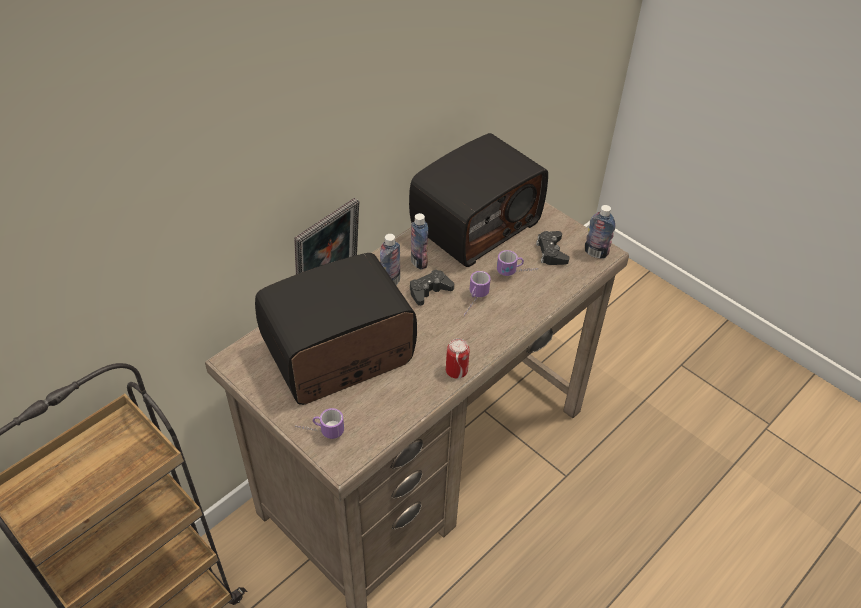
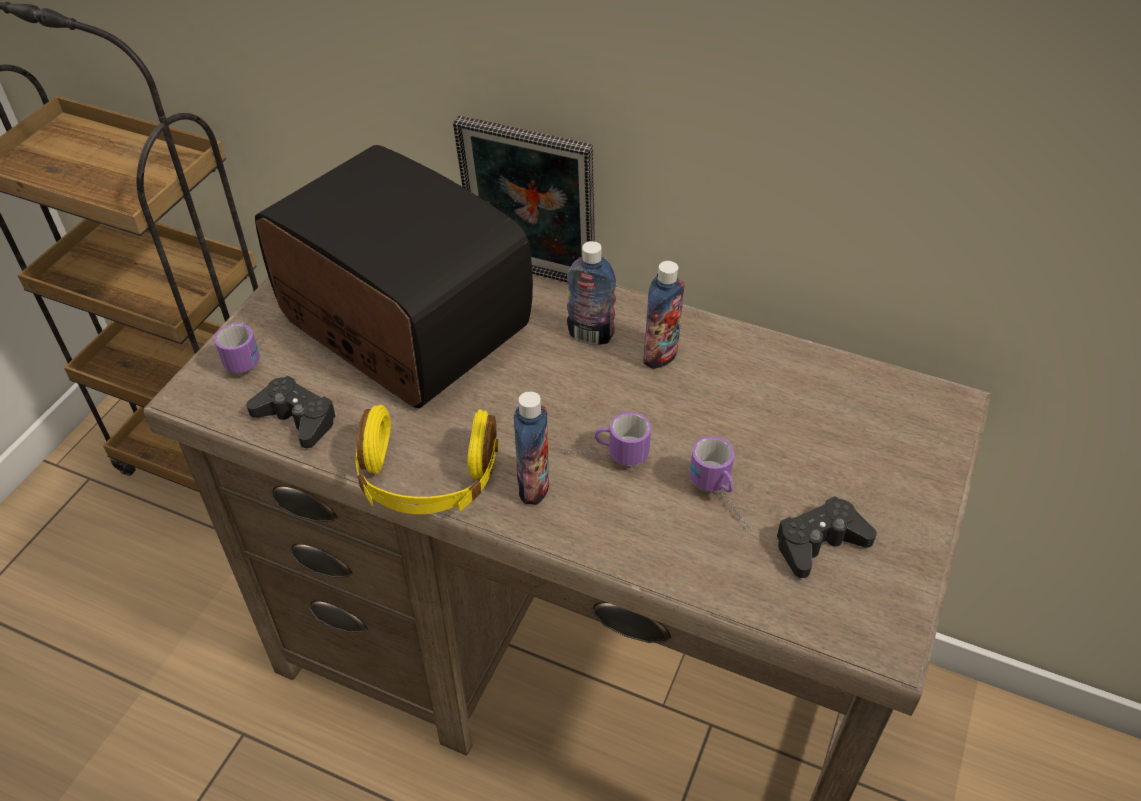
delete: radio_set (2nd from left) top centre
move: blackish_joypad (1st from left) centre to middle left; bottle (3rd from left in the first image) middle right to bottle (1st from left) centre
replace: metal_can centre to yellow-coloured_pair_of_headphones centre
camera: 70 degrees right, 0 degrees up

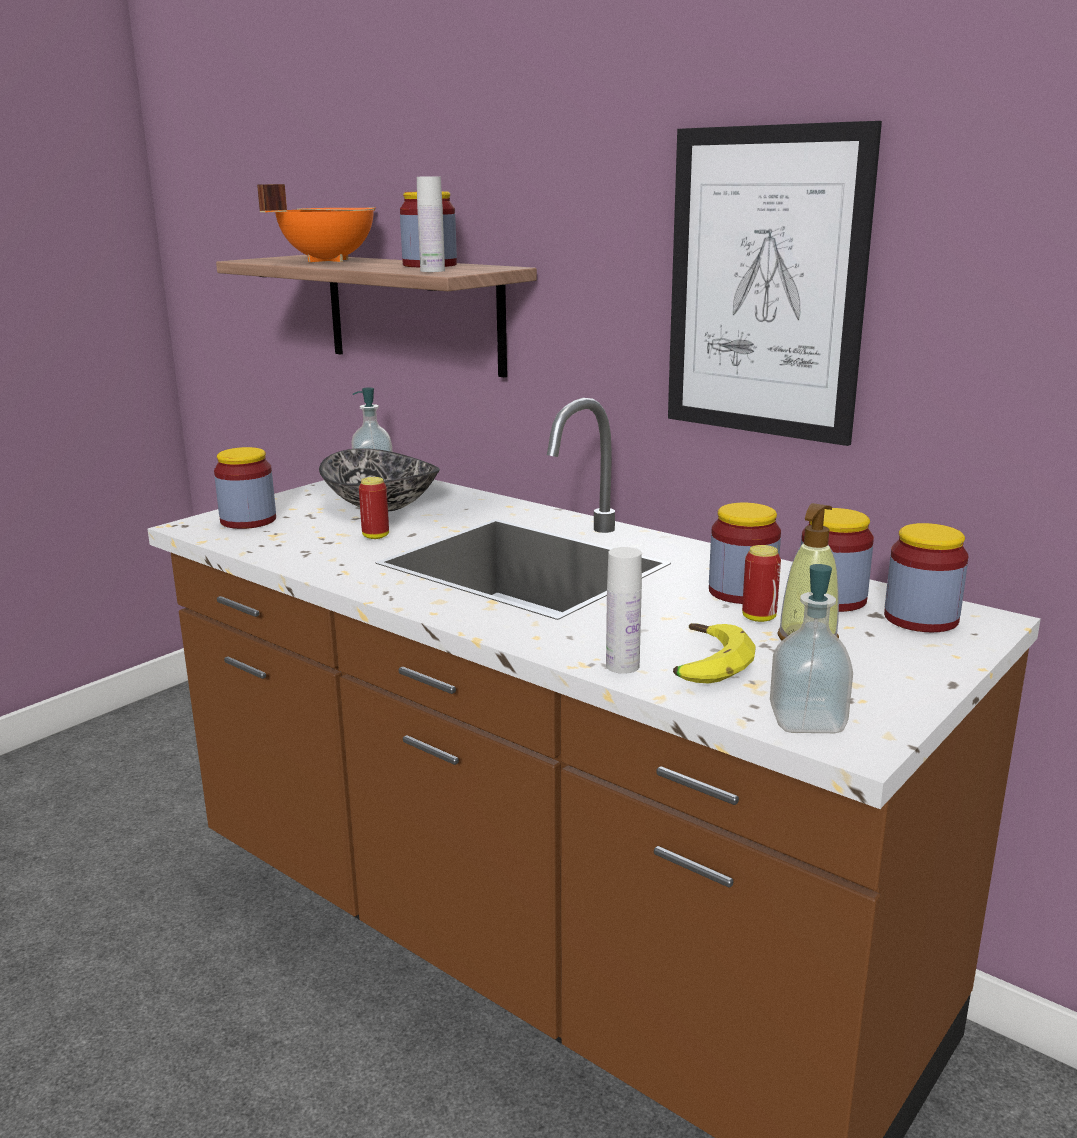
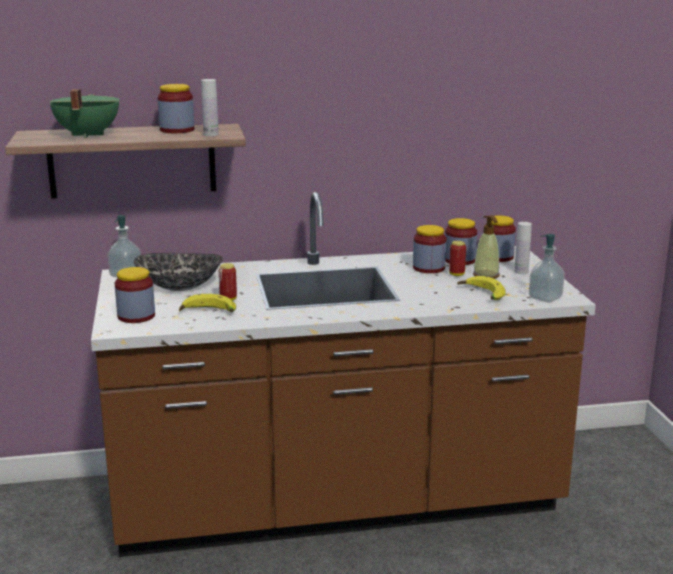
delete: picture top right
insert: banana (1st from left) middle left
move: whitish_bottle (2nd from left) centre to middle right
recolor: orange_saucepot top left to green-coloured_saucepot top left
camera: 50 degrees left, 0 degrees up

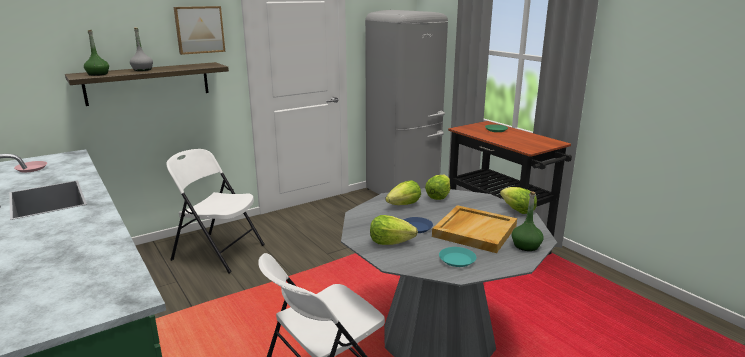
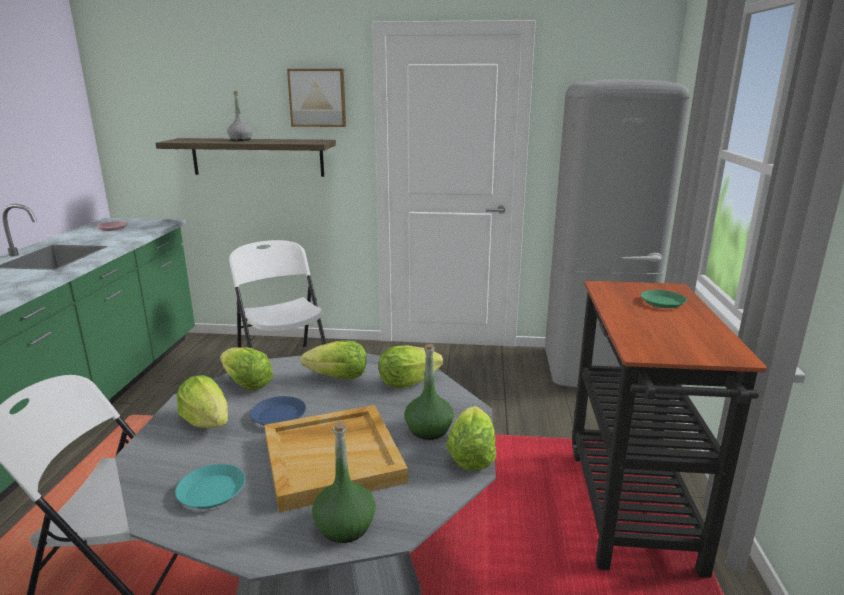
insert: head_of_lettuce (2nd from left) middle left
move: green-coloured_bottle (1st from left in the first image) top left to green-coloured_bottle (2nd from left) centre
camera: 40 degrees right, 0 degrees up

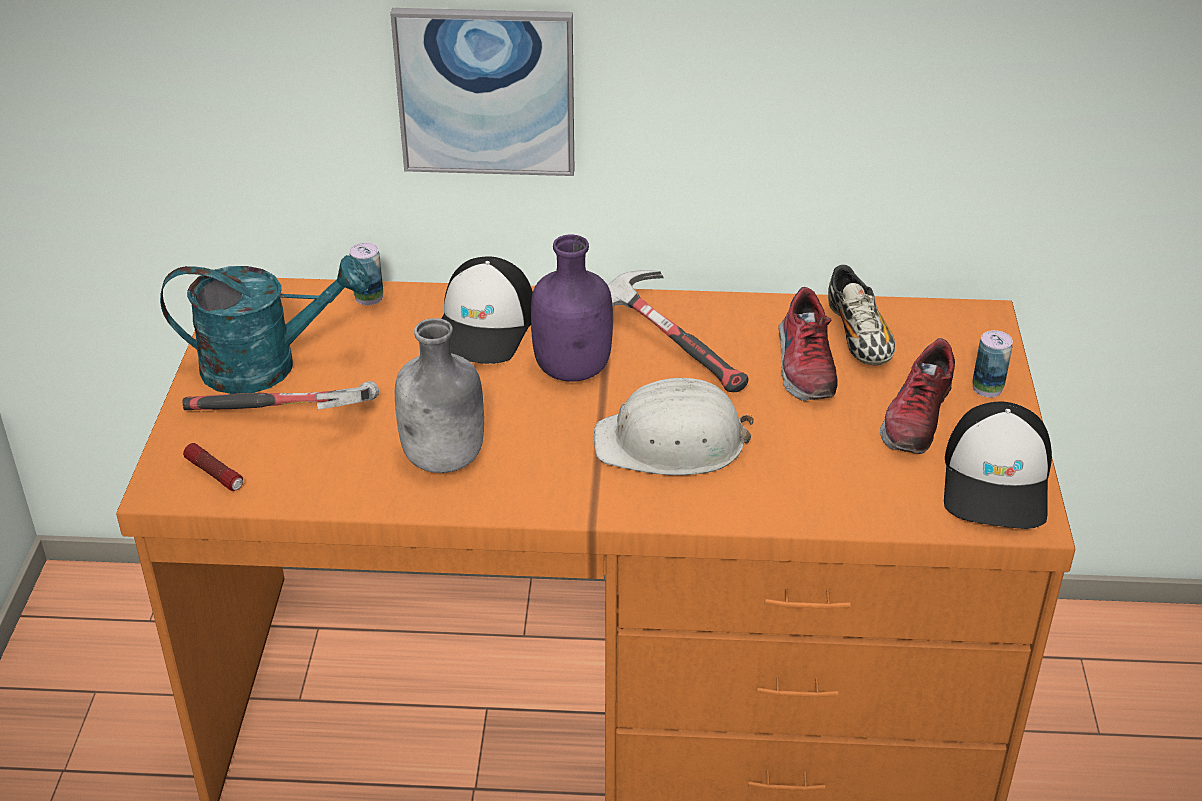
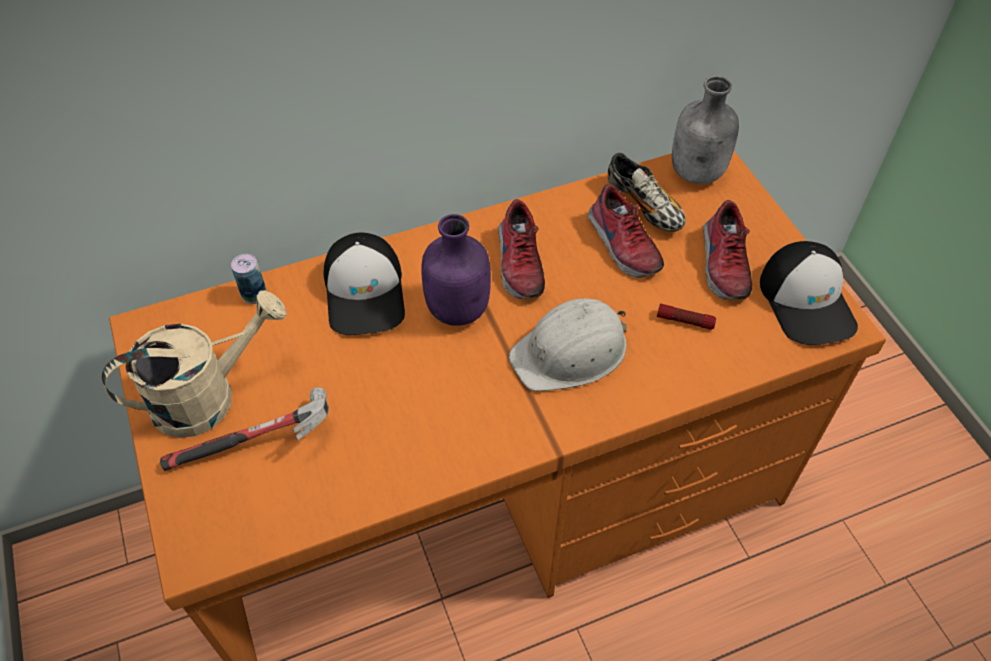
delete: picture top centre; metal_can (2nd from left) middle right
move: torch middle left to middle right; greyish_bottle centre to top right
replace: hand_hammer (2nd from left) centre to shoe (1st from left) centre
recolor: blue-green_sprinkling_can middle left to sand-coloured_sprinkling_can middle left
camera: 25 degrees left, 15 degrees up

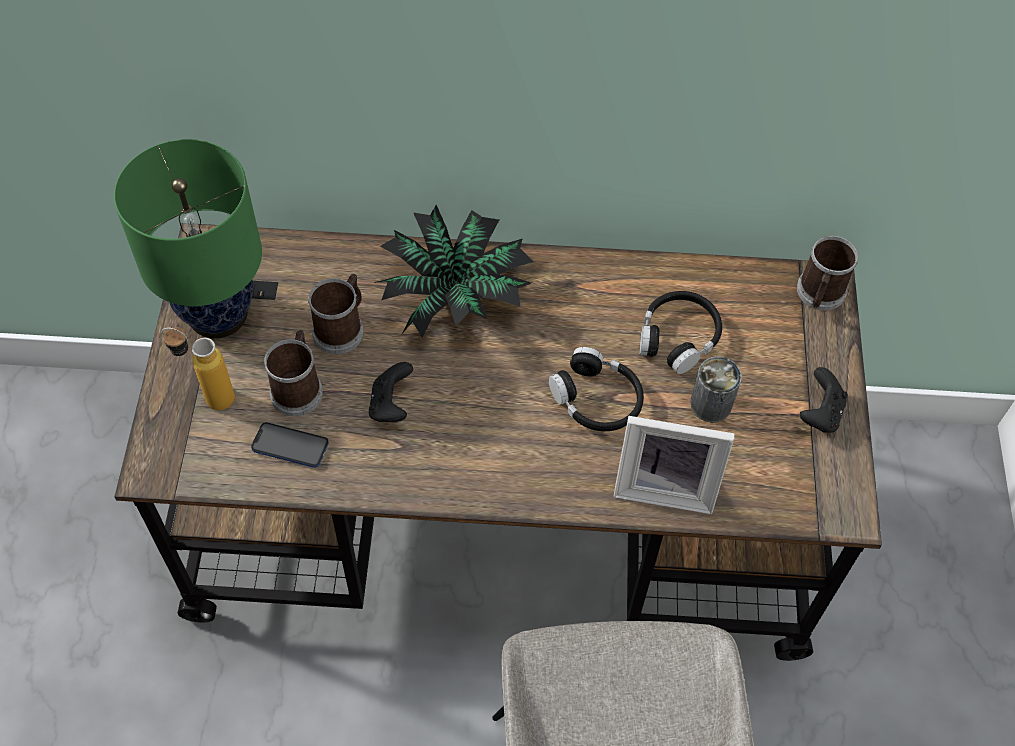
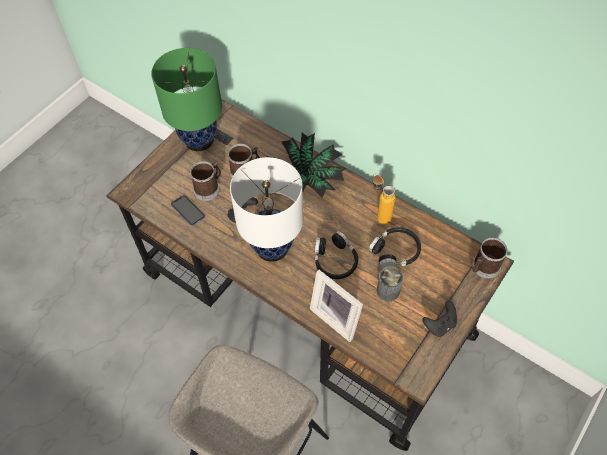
insert: whitish_lamp_for_a_table centre
move: bottle middle left to centre
camera: 35 degrees right, 0 degrees up

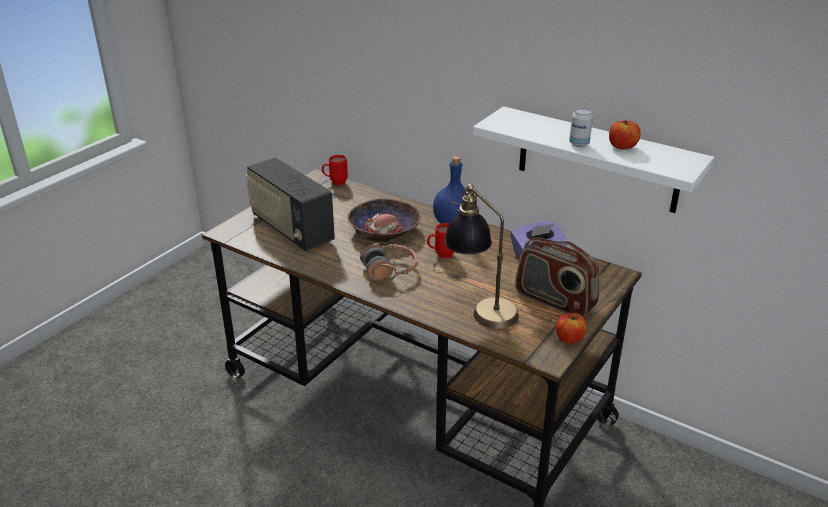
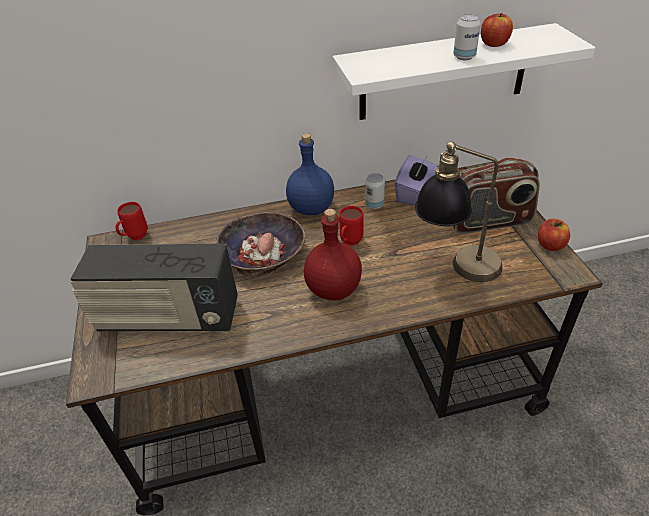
insert: metal_can (1st from left) centre
replace: pair_of_headphones centre to red-coloured_bottle centre
camera: 45 degrees left, 10 degrees up

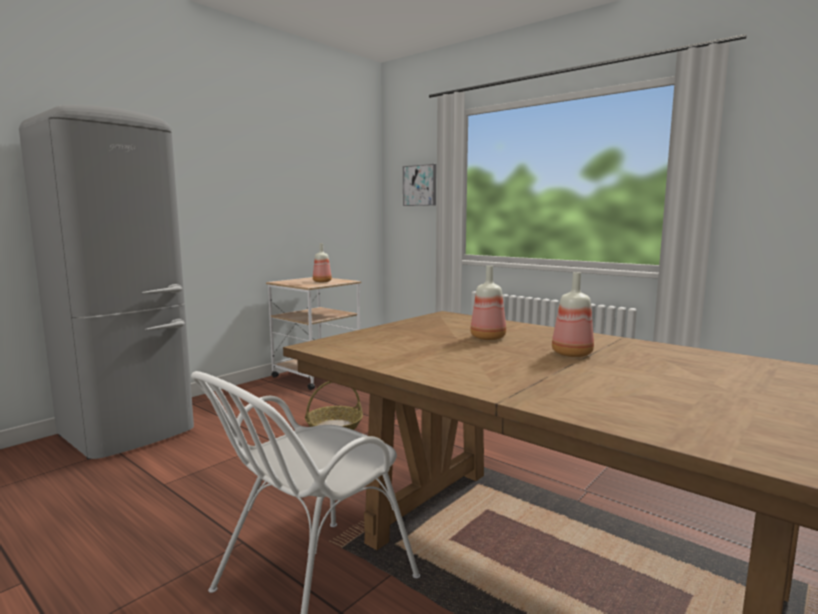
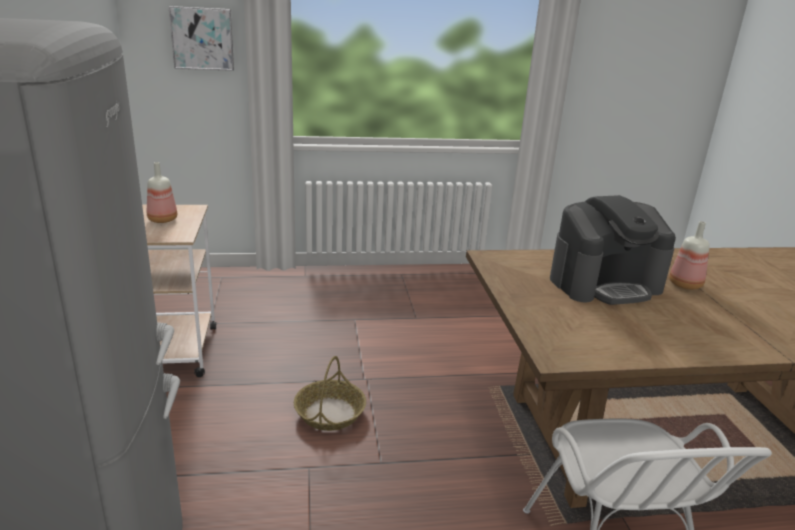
replace: bottle (2nd from left) centre to coffee_brewer middle right
camera: 50 degrees left, 15 degrees up

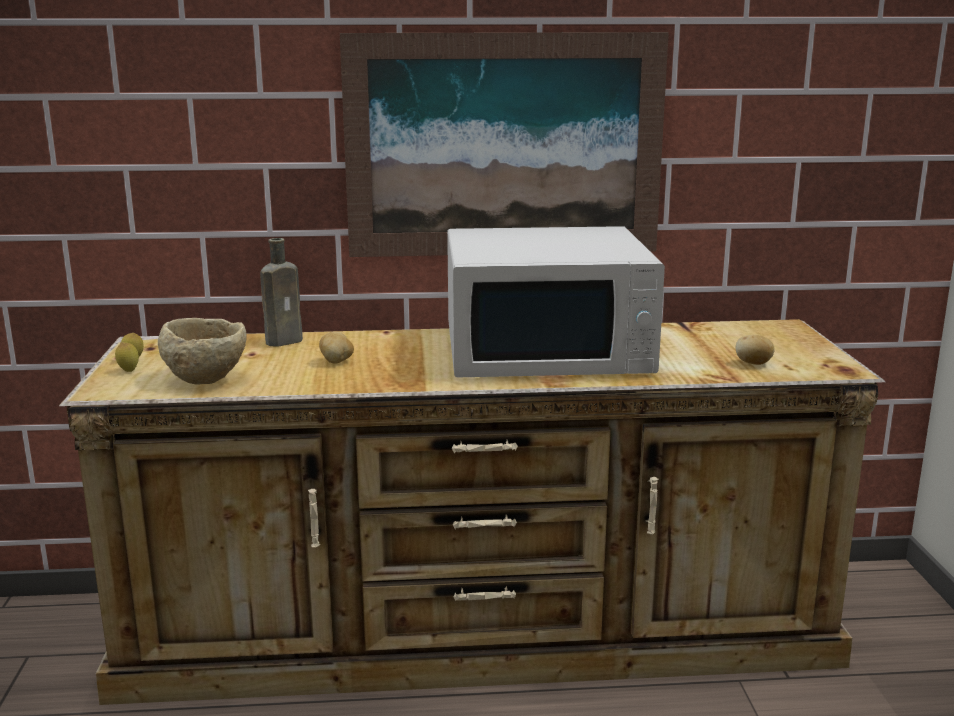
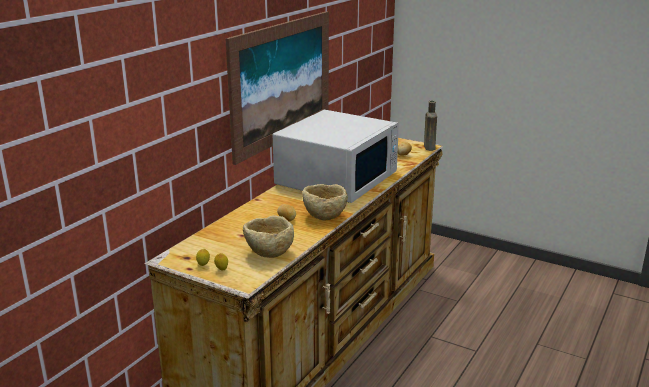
insert: sand-coloured_bowl (2nd from left) centre
move: brown_bottle middle left to top centre
camera: 55 degrees left, 5 degrees up

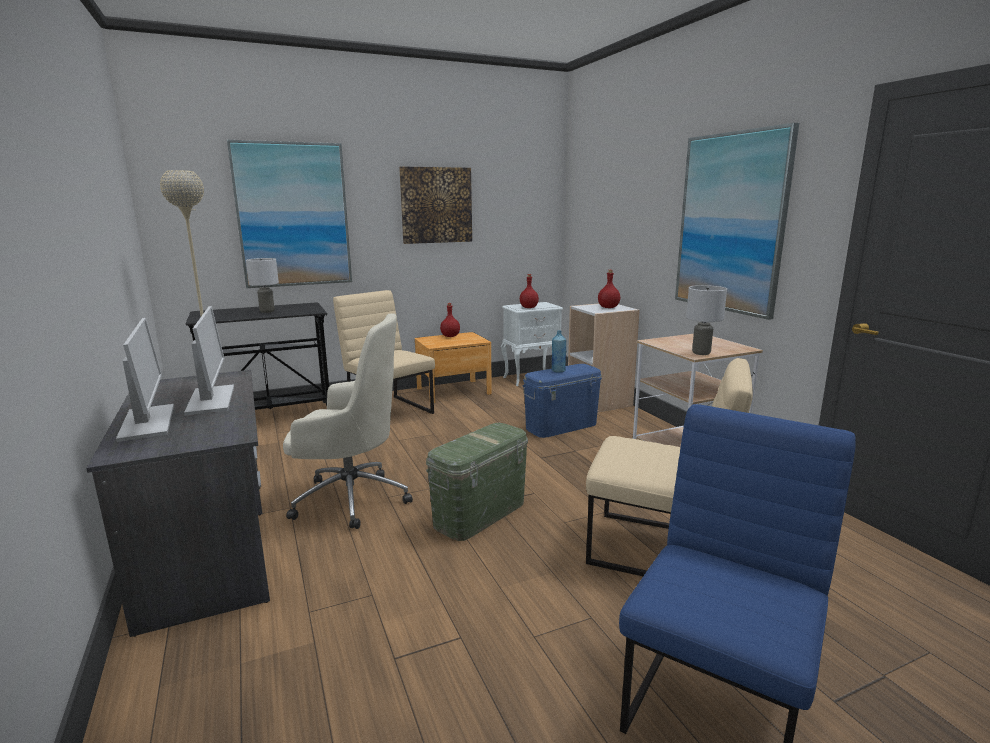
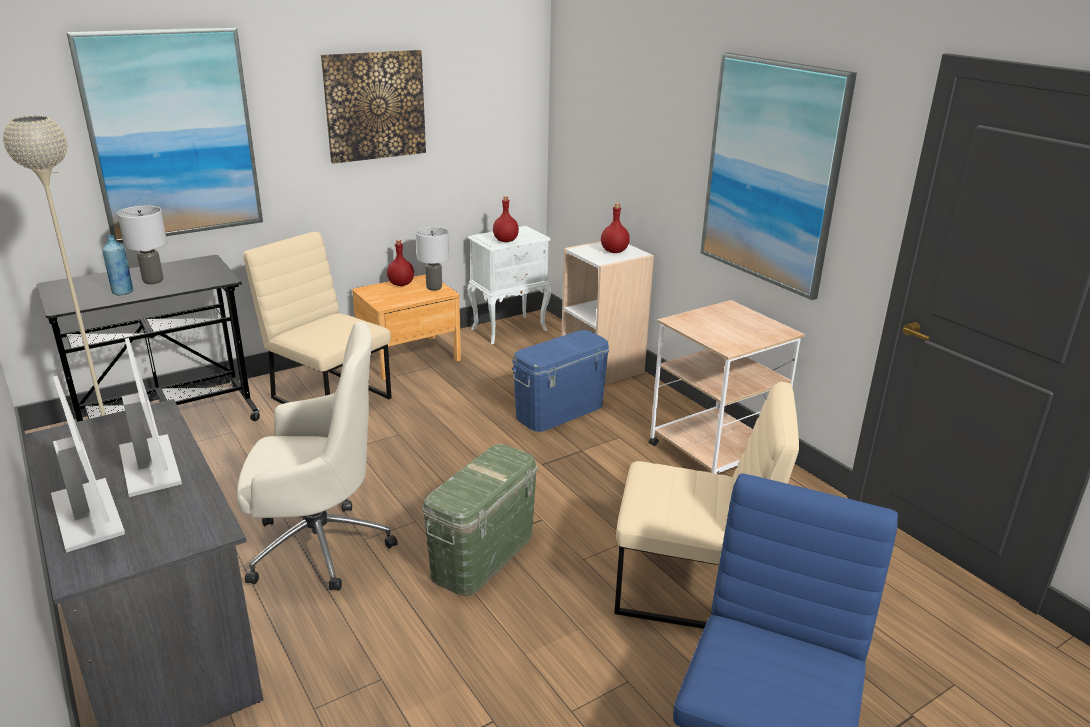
move: blue_bottle centre to middle left; whitish_lamp_for_a_table (2nd from left) middle right to centre
camera: 10 degrees left, 10 degrees up

